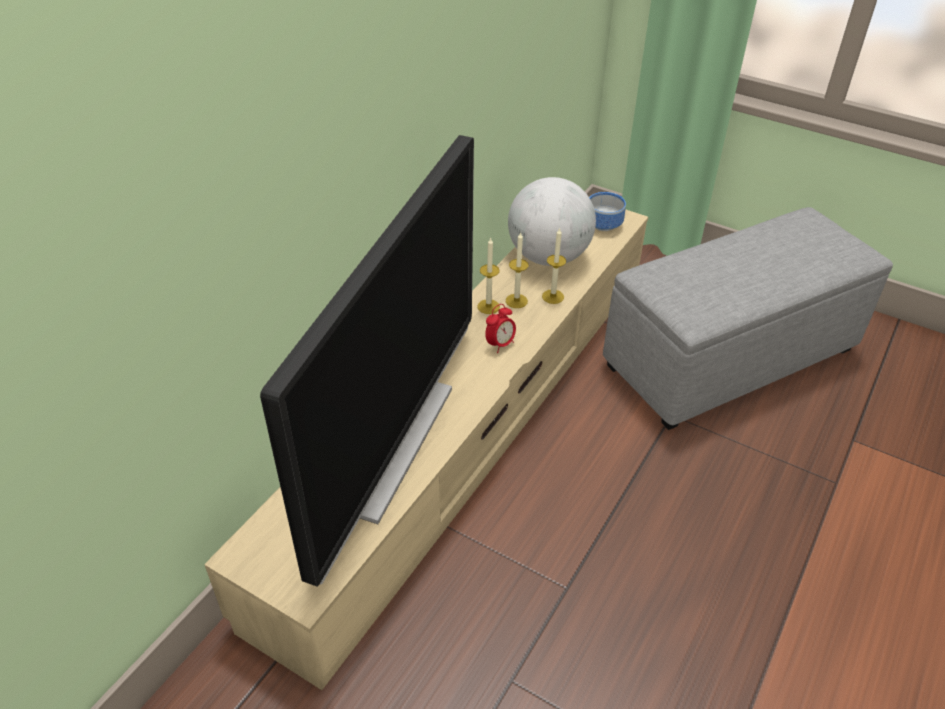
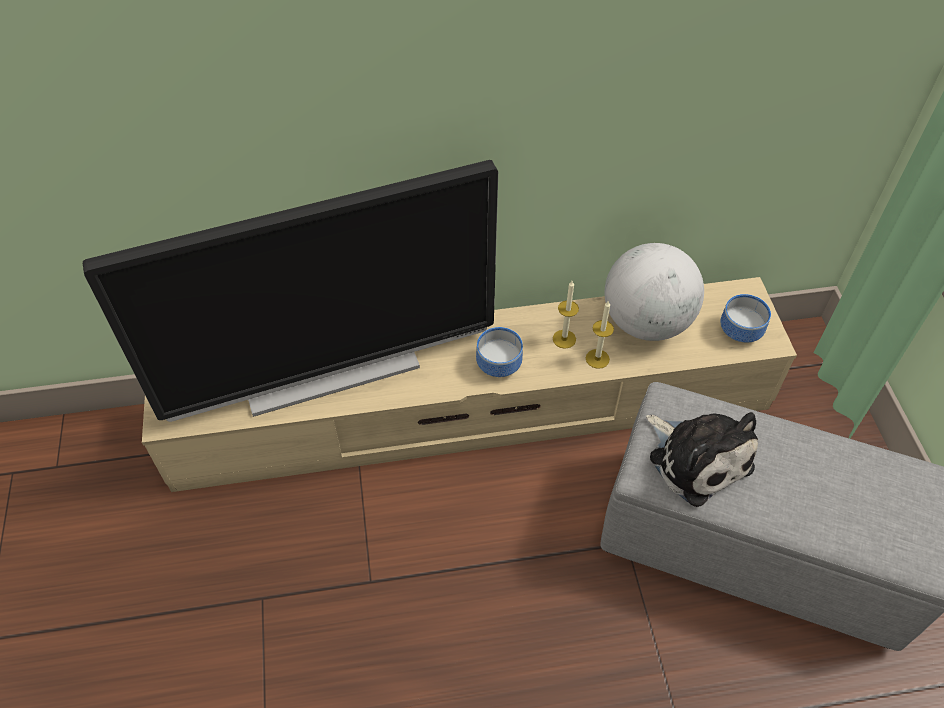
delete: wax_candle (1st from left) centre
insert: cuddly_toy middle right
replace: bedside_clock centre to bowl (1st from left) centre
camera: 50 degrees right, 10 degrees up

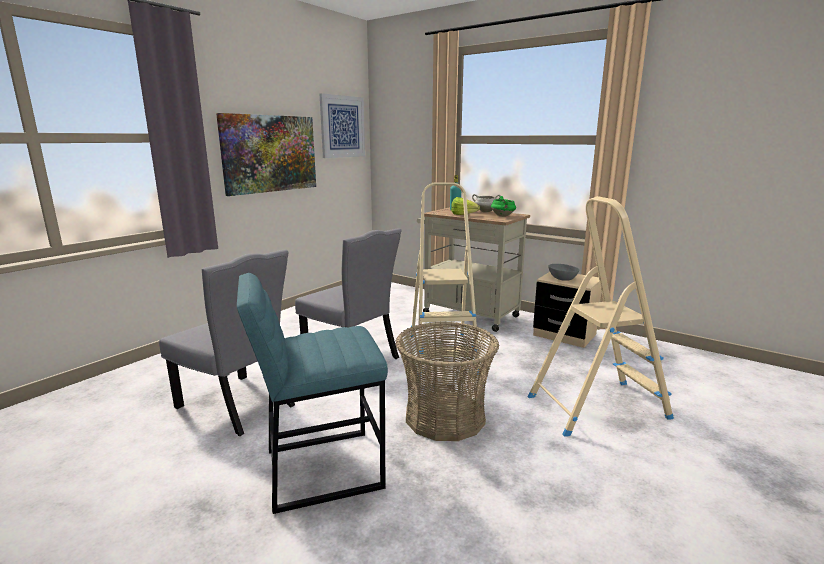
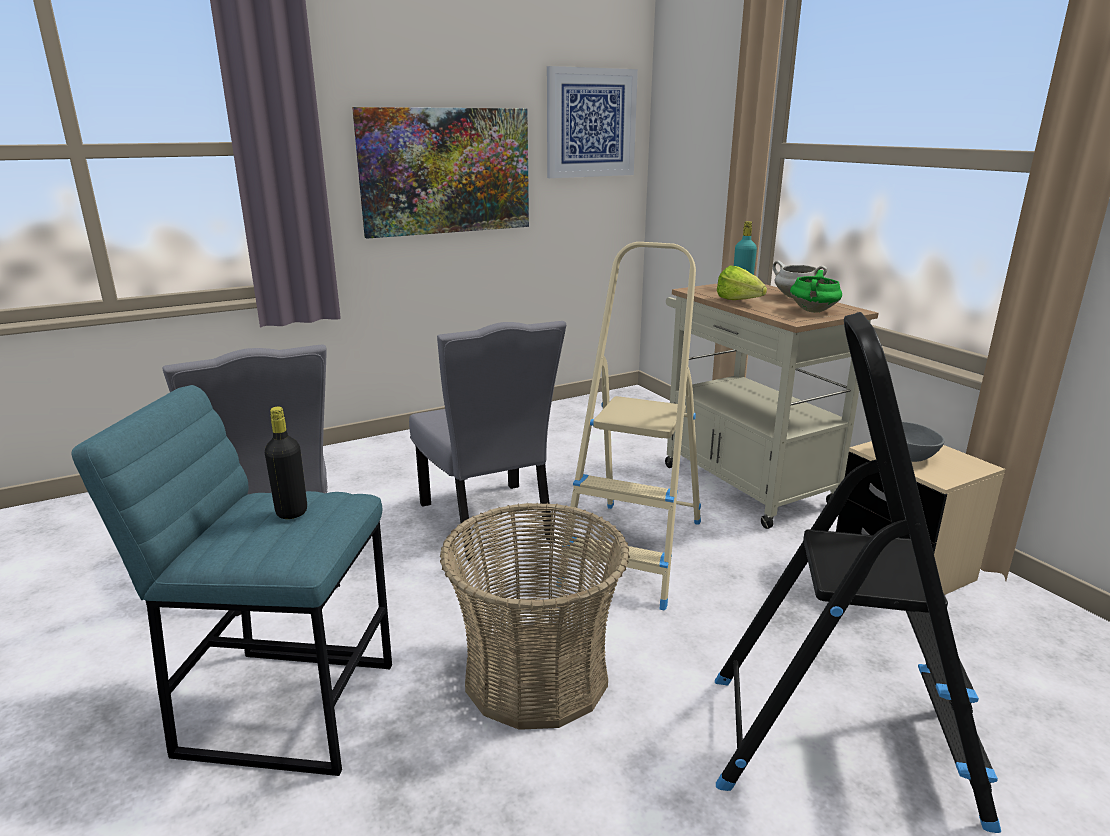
insert: blackish_bottle middle left
recolor: sand-coloured_step_ladder (2nd from left) middle right to blackish_step_ladder bottom right
camera: 25 degrees right, 5 degrees up

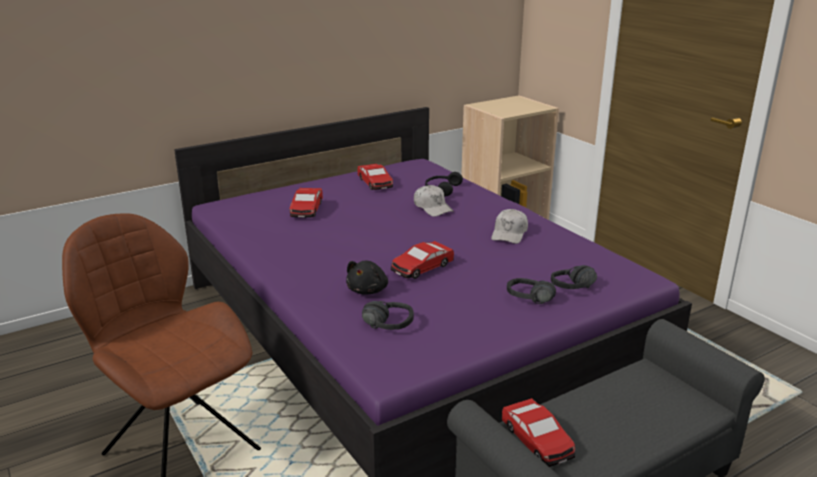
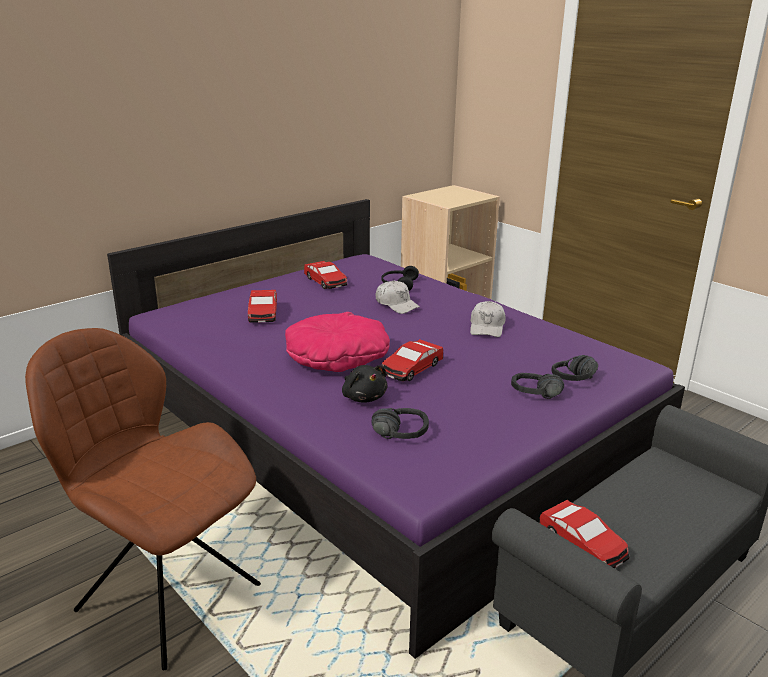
insert: pinkish_pillow centre
rotate: blackish_cuddly_toy centre = centre 45 degrees counterclockwise
camera: 10 degrees left, 0 degrees up

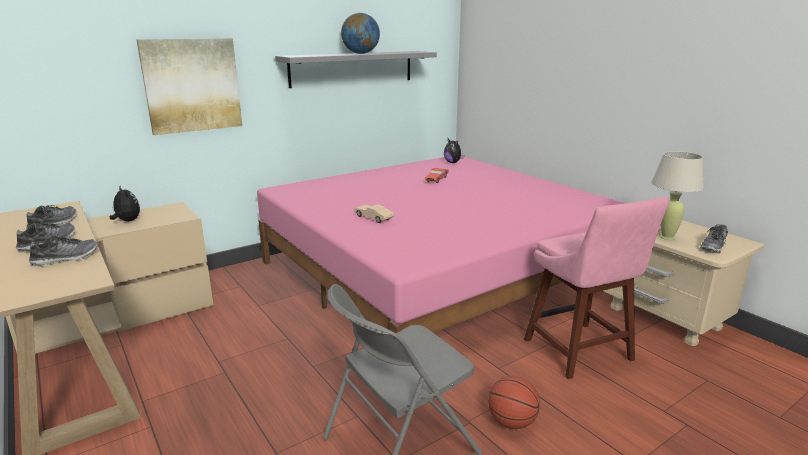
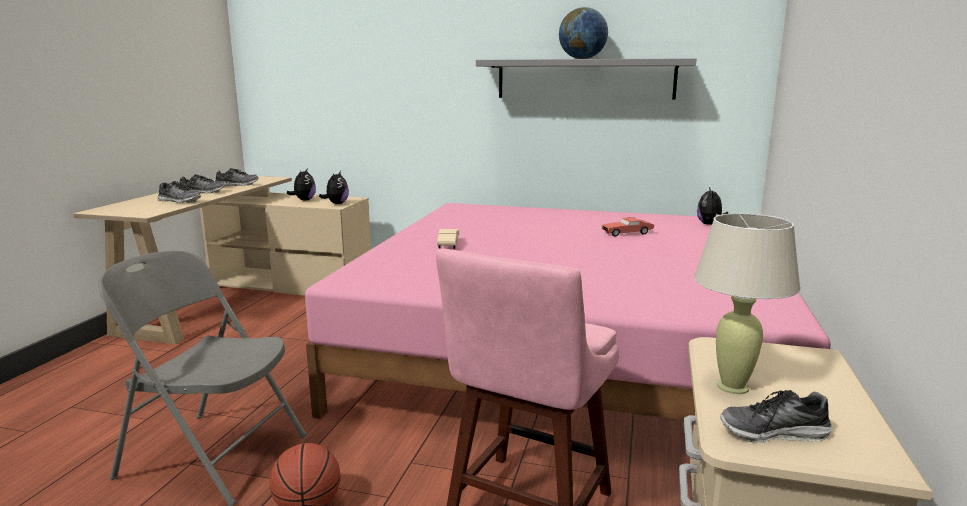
delete: picture top left
insert: cuddly_toy (2nd from left) centre
camera: 50 degrees right, 5 degrees down

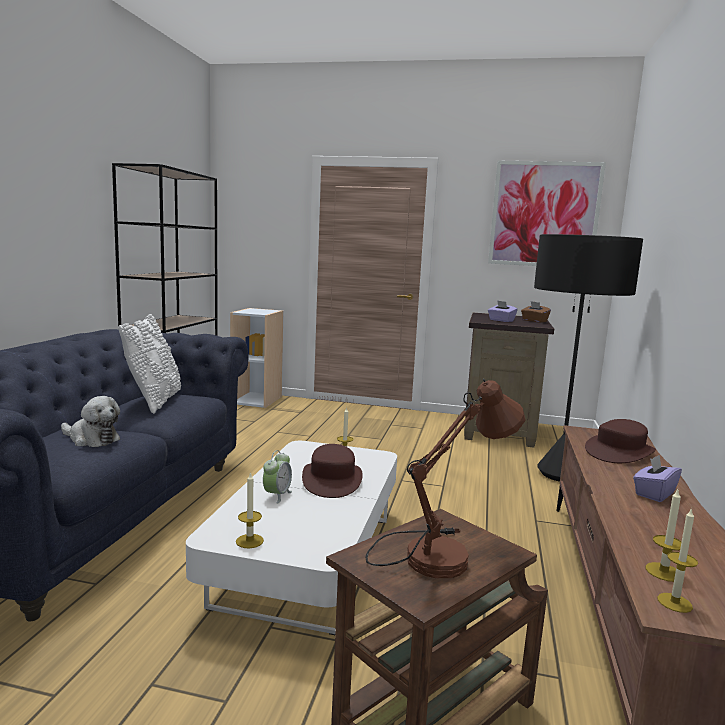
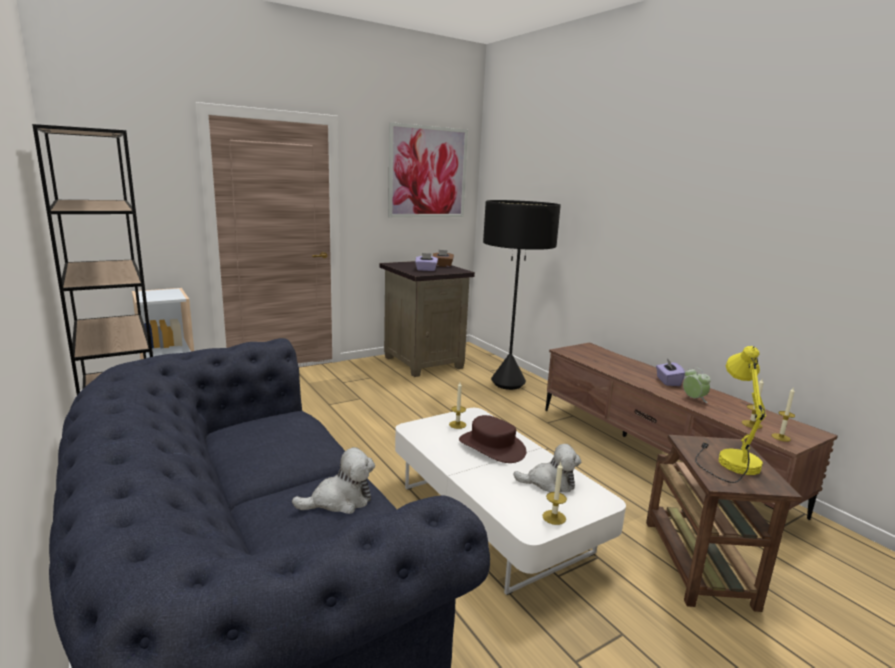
delete: whitish_pillow middle left; brown_wearable_hat (2nd from left) middle right
insert: cuddly_toy (2nd from left) bottom centre
move: bedside_clock centre to middle right
recolor: brown_lamp_for_a_table centre to yellow-coloured_lamp_for_a_table middle right
camera: 45 degrees left, 5 degrees up

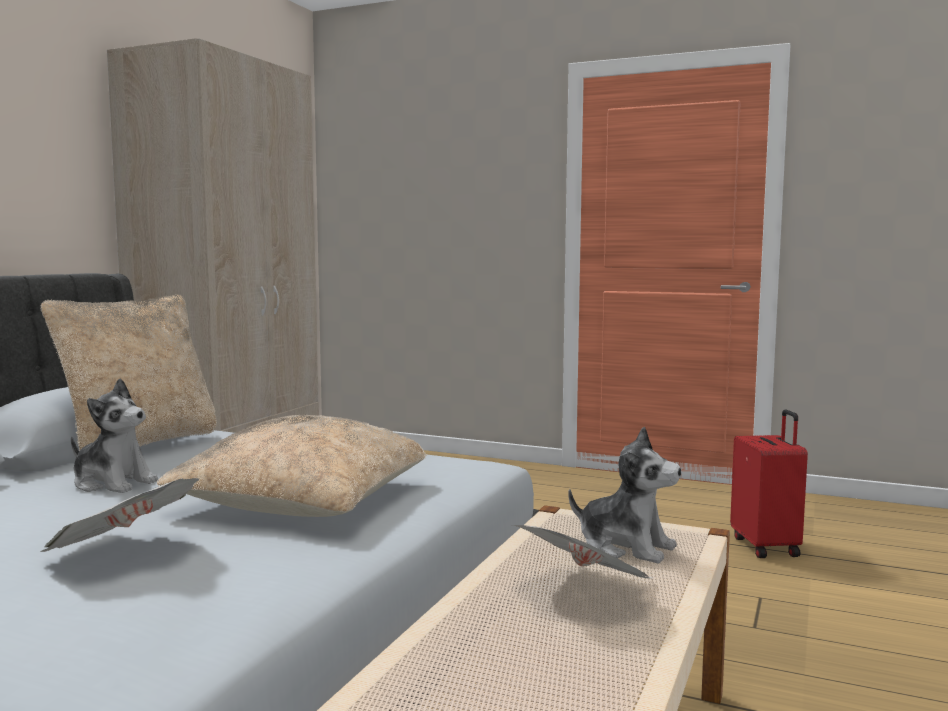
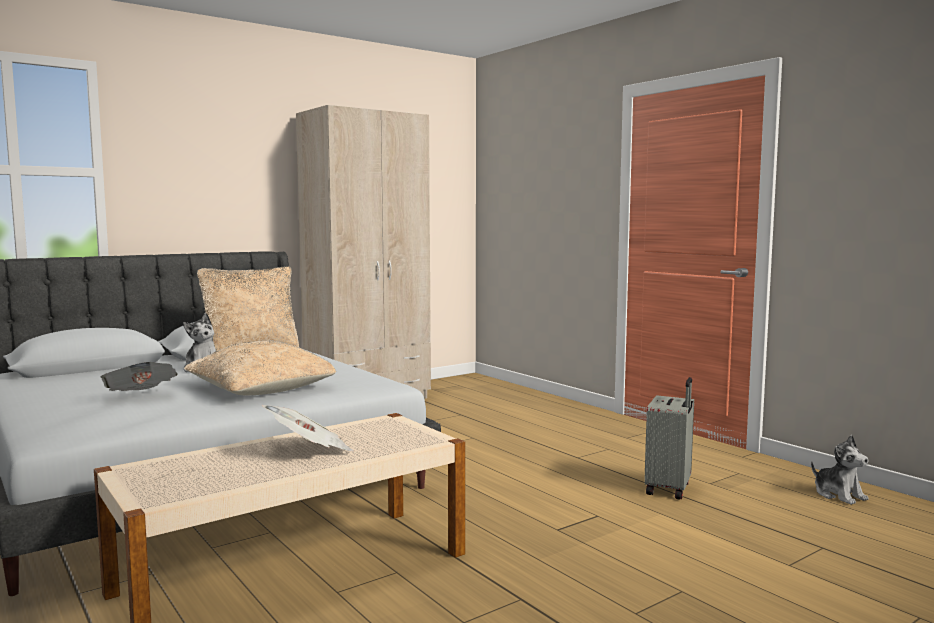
move: cuddly_toy (2nd from left) bottom centre to bottom right
recolor: red-coloured_suitcase bottom right to greyish_suitcase bottom right
camera: 30 degrees right, 0 degrees up

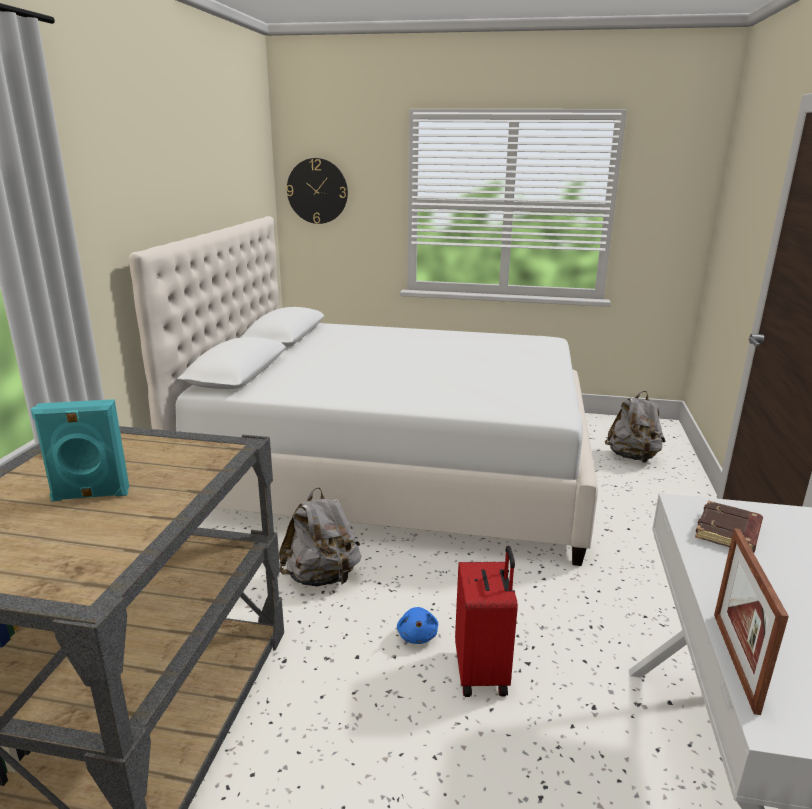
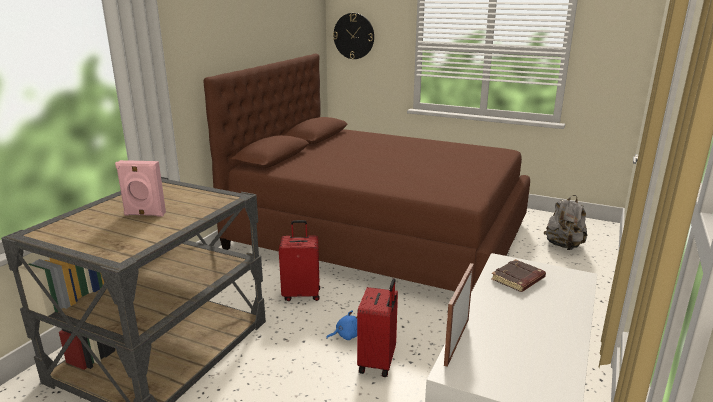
replace: greyish_backpack (1st from left) centre to red-coloured_suitcase (1st from left) centre
recolor: blue-green_loudspeaker middle left to pinkish_loudspeaker middle left; whitish_sleeping_bed centre to brown_sleeping_bed centre
rotate: blue_cuddly_toy bottom centre = bottom centre 120 degrees counterclockwise
camera: 15 degrees right, 0 degrees up

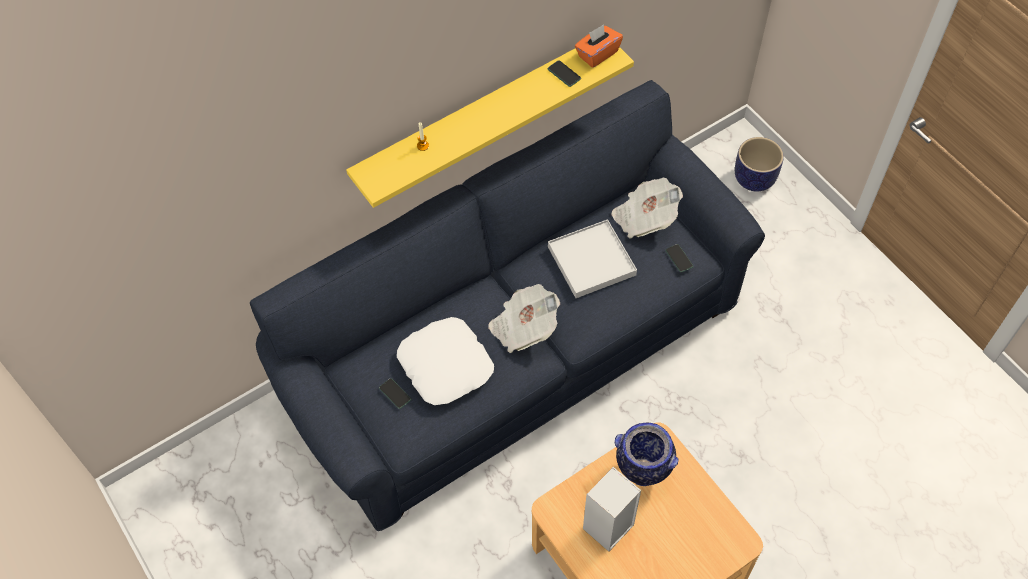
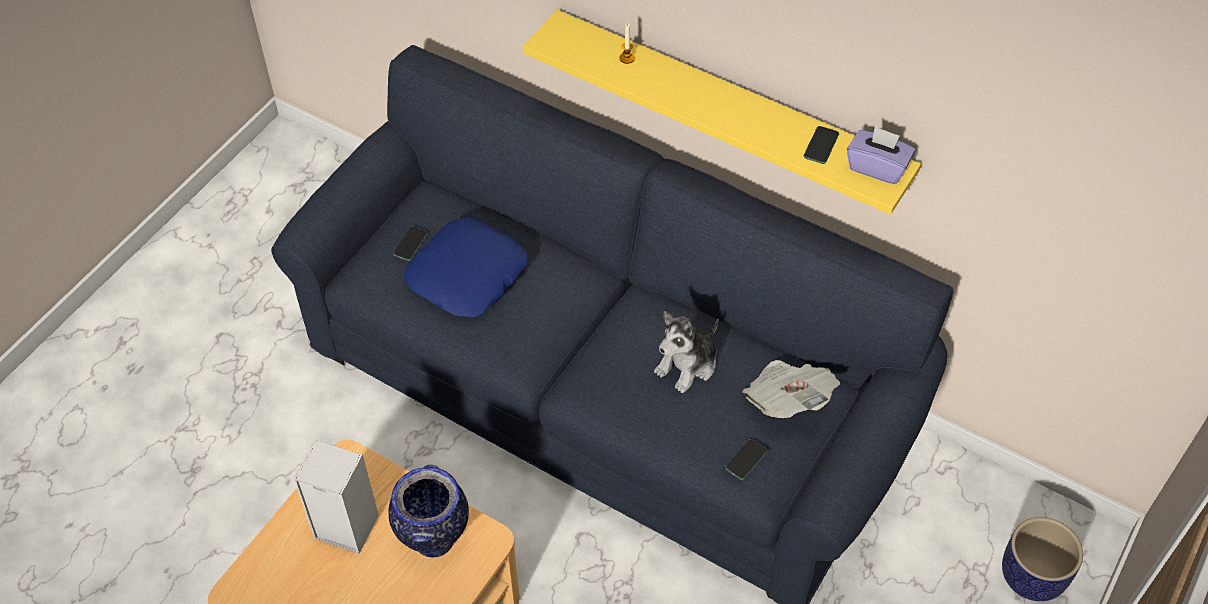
delete: daily_paper (1st from left) centre
replace: whitish_carrying_tray centre to cuddly_toy centre
recolor: whitish_pillow centre to blue_pillow centre; orange_tissue_holder top centre to purple-coloured_tissue_holder top right
camera: 65 degrees right, 5 degrees down

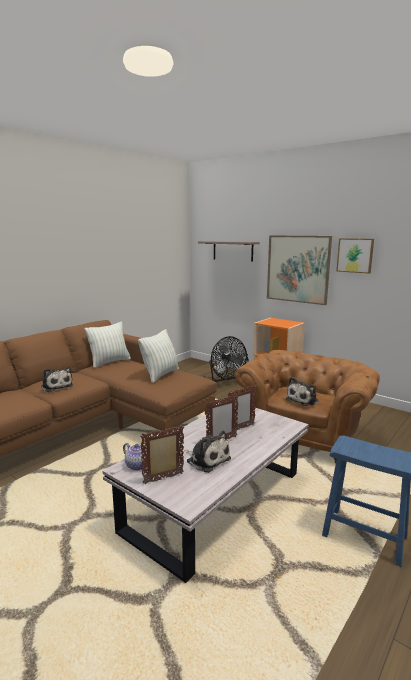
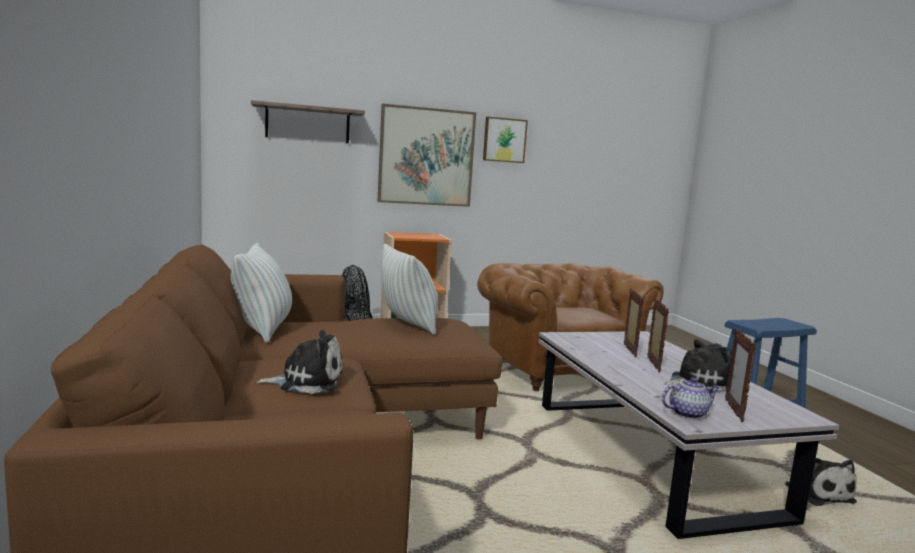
move: cuddly_toy (3rd from left) middle right to bottom right
camera: 55 degrees left, 5 degrees down

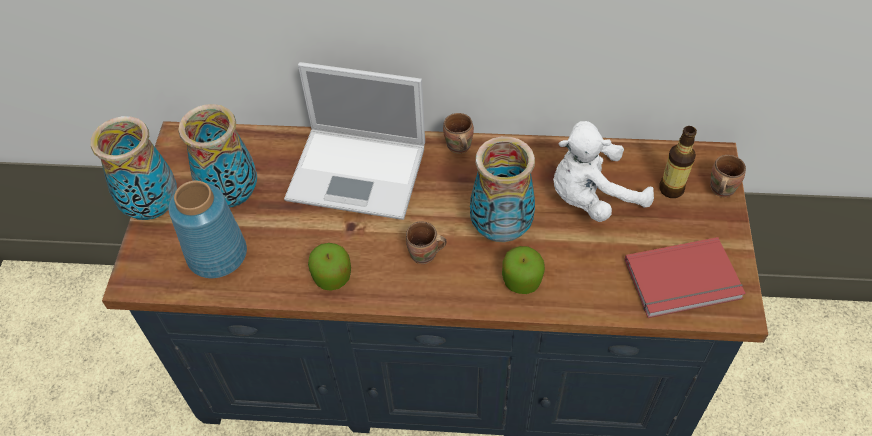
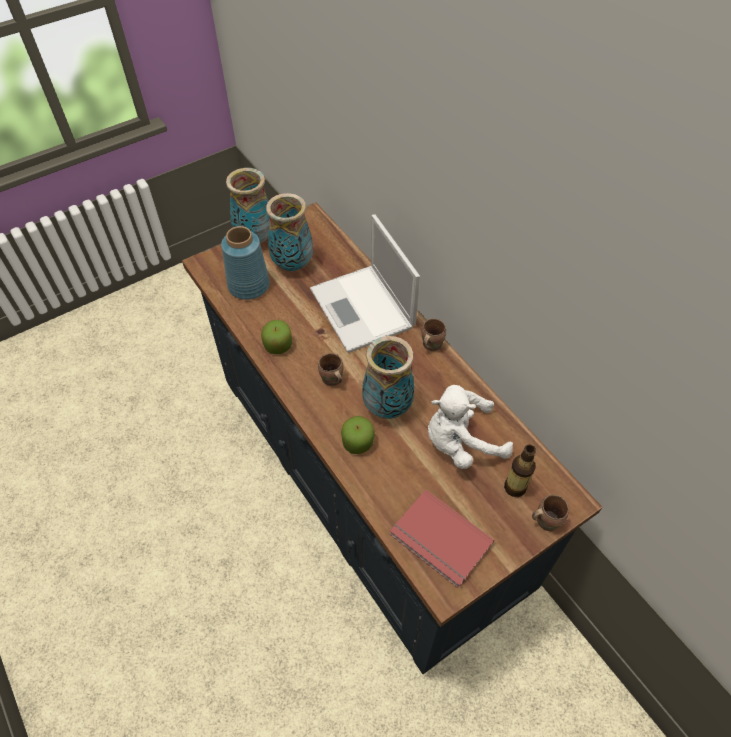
rotate: whitish_cuddly_toy middle right = centre 45 degrees counterclockwise
camera: 50 degrees right, 0 degrees up

